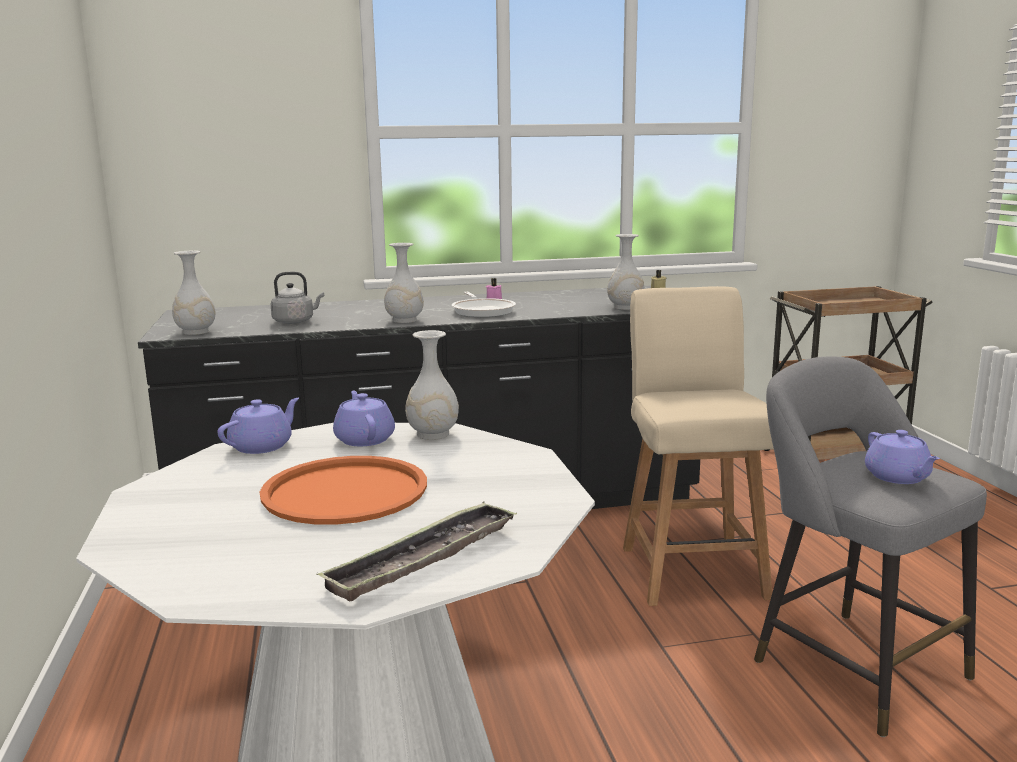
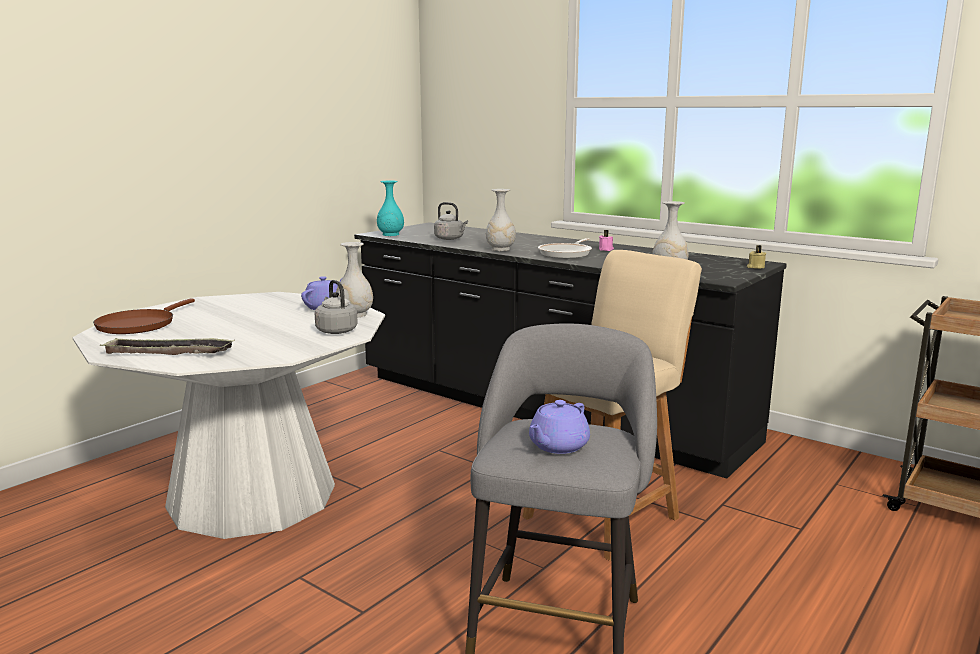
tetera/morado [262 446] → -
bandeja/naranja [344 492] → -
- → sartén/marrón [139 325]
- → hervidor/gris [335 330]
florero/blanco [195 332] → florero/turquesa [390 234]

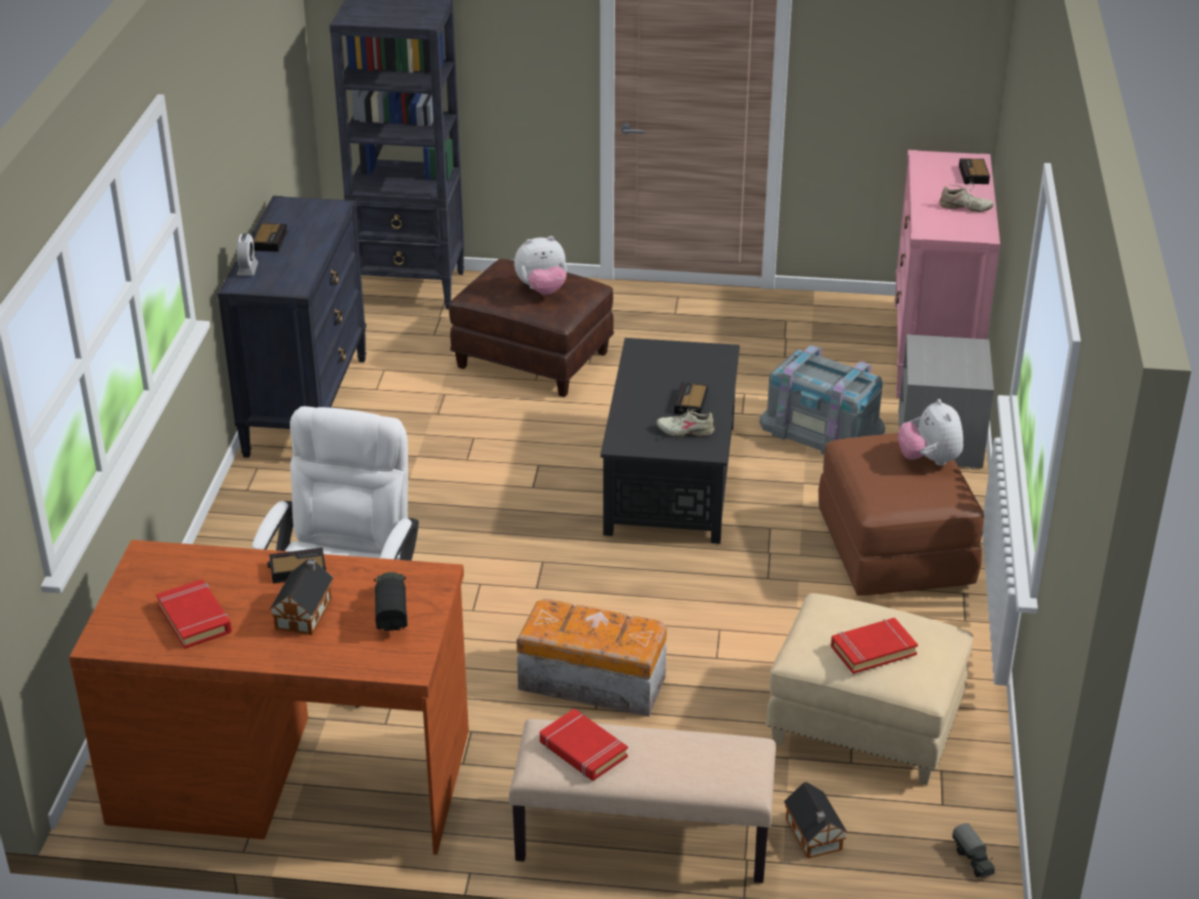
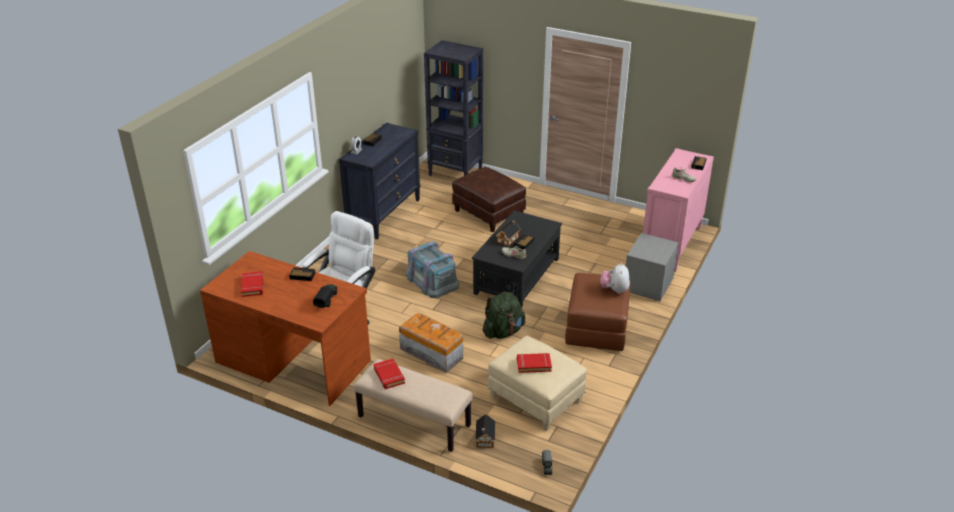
peluche [542 290] → -
- → mochila/verde [503 332]
casita [305 612] → casita [508 239], move
caja de almacenaje/gris [821 428] → caja de almacenaje/gris [431 280], move

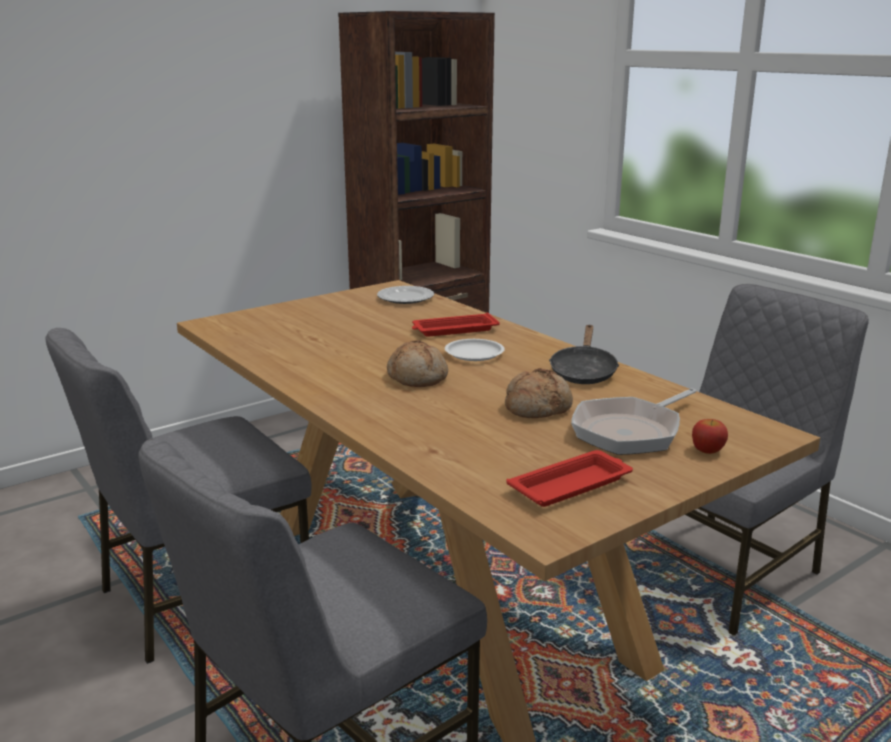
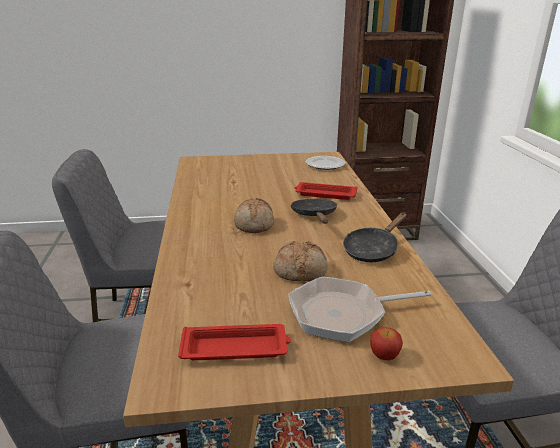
plato/blanco [475 354] → sartén/negro [315 215]

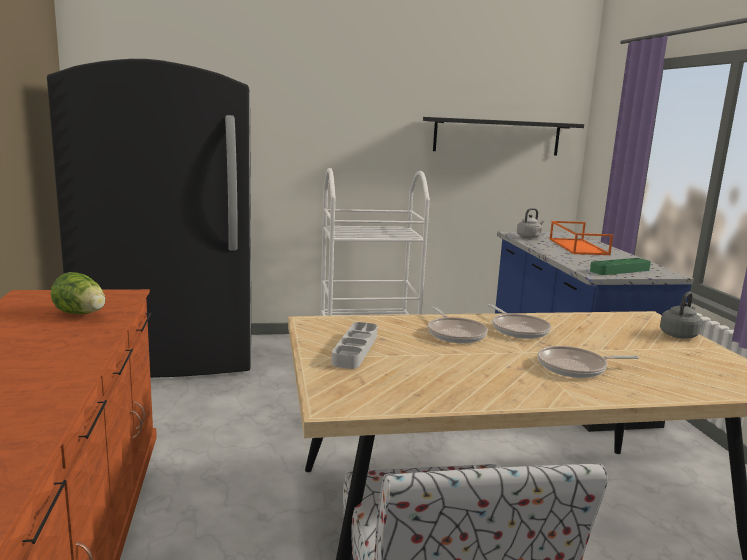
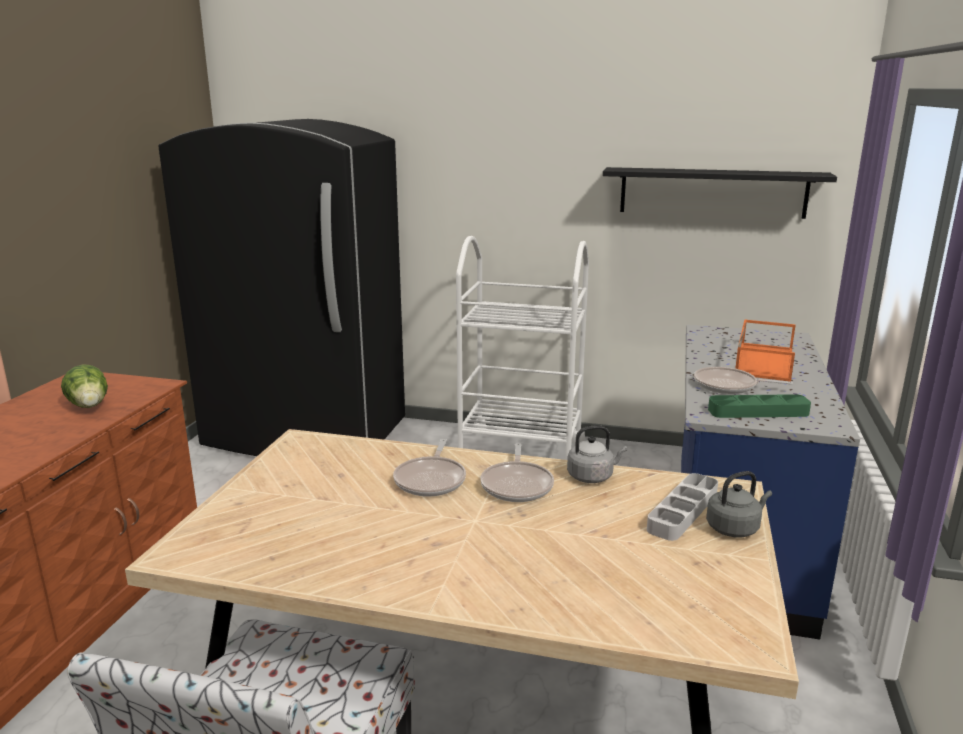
bandeja/gris [355 349] → bandeja/gris [683 511], move
hervidor/gris [529 237] → hervidor/gris [592 476], move
sartén [575 367] → sartén [729 386], move

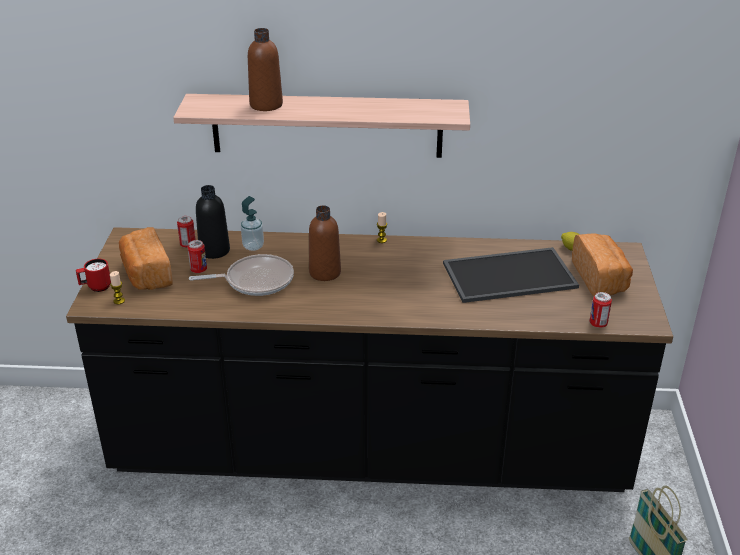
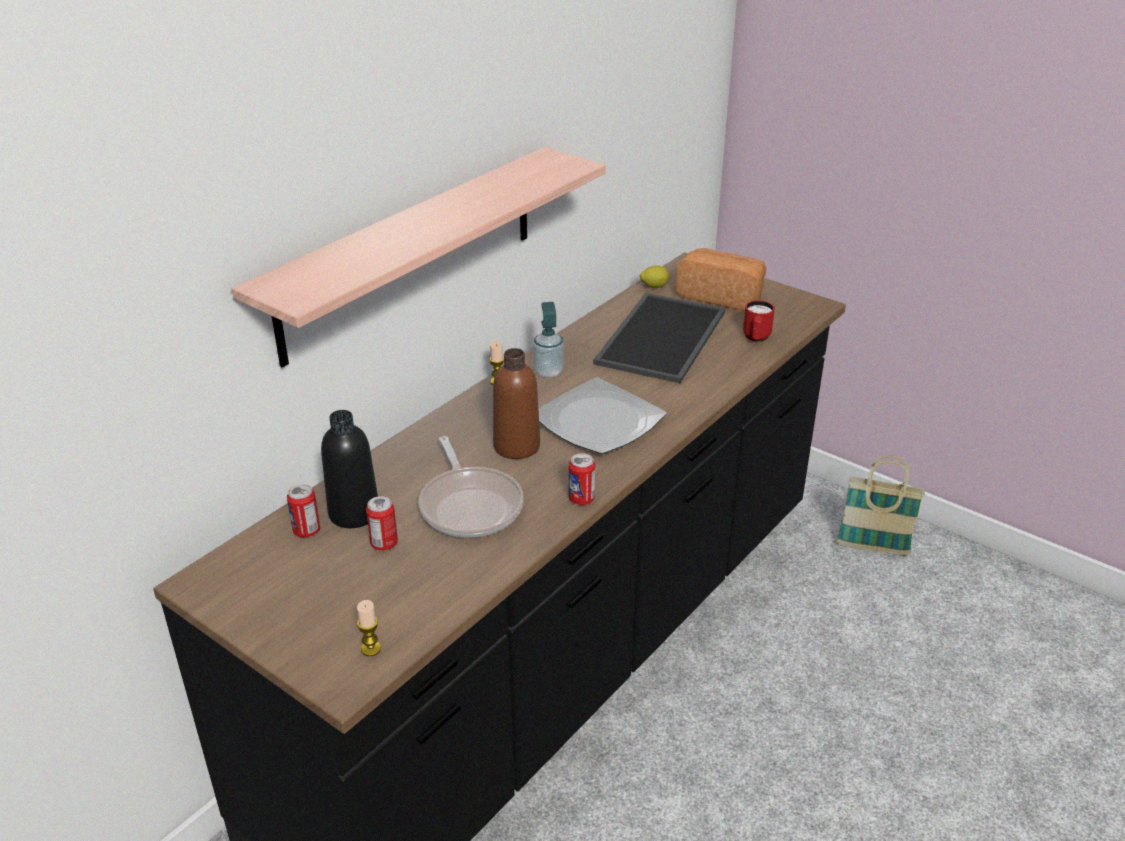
pan [146 275] → -
botella/marrón [266 105] → -
- → plato [600 421]
taza grande/rojo [96 287] → taza grande/rojo [756 338], move
dispensador de jabón [253 246] → dispensador de jabón [548 372], move
lata [598 324] → lata [581 499], move
sartén [255 281] → sartén [470 505], 135 degrees clockwise

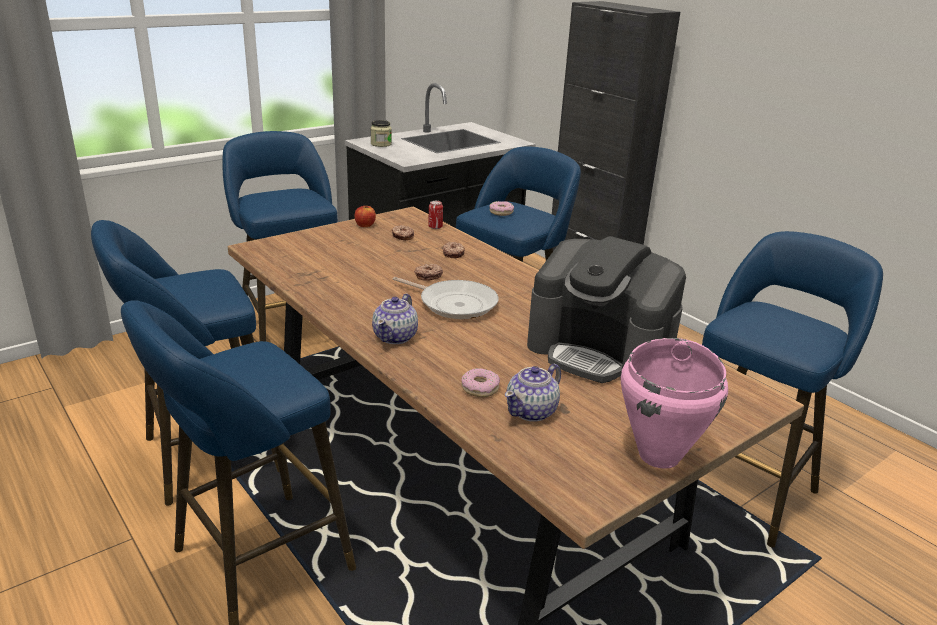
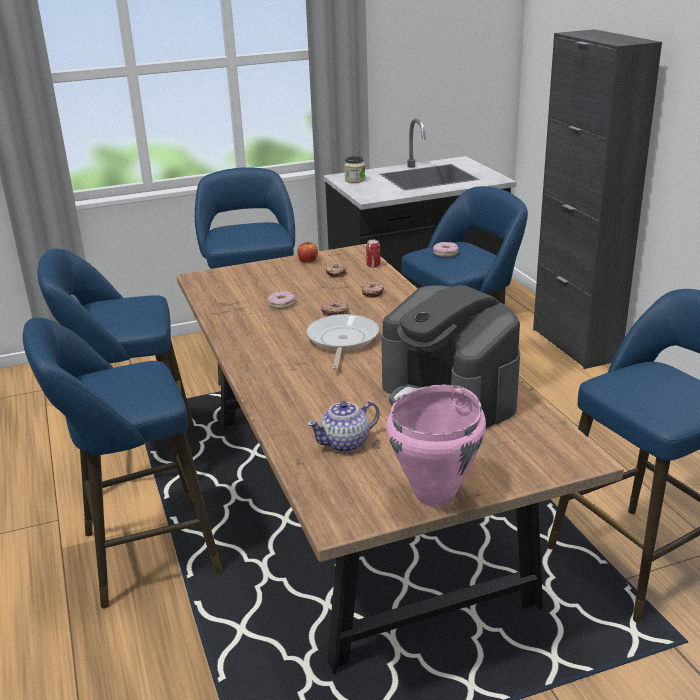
tetera [396 337] → -
rosquilla [480 388] → rosquilla [282 304], move
sartén [454 303] → sartén [342 341], 135 degrees counterclockwise

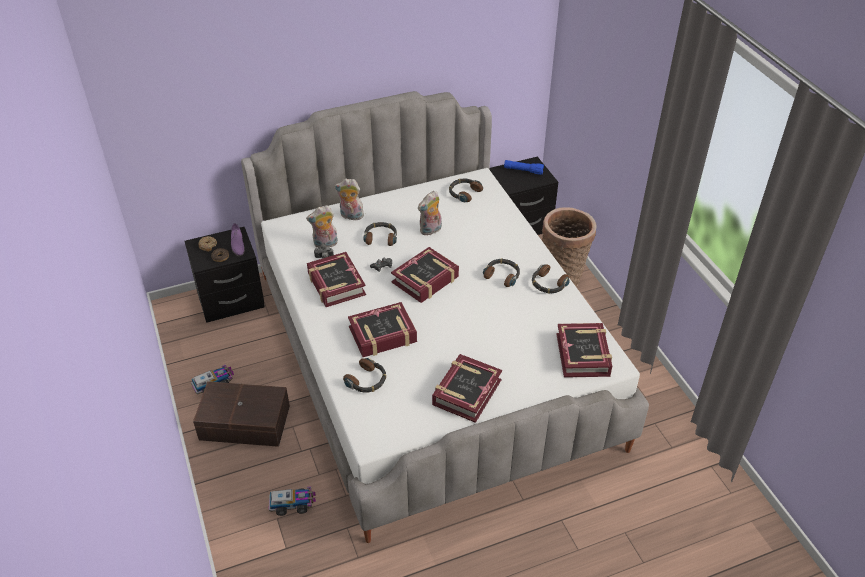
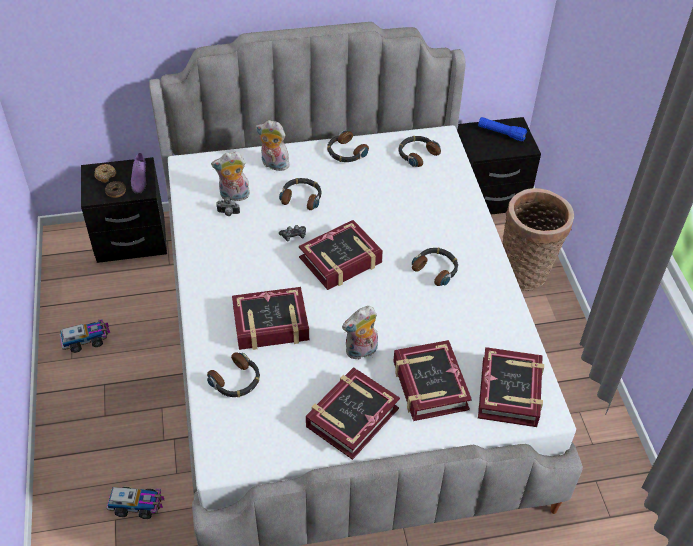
caja de almacenaje/marrón [245 424] → -
libro [336 284] → libro [429 385], move
peluche [430 230] → peluche [361 352], move
auriculares [548 284] → auriculares [345 152], move

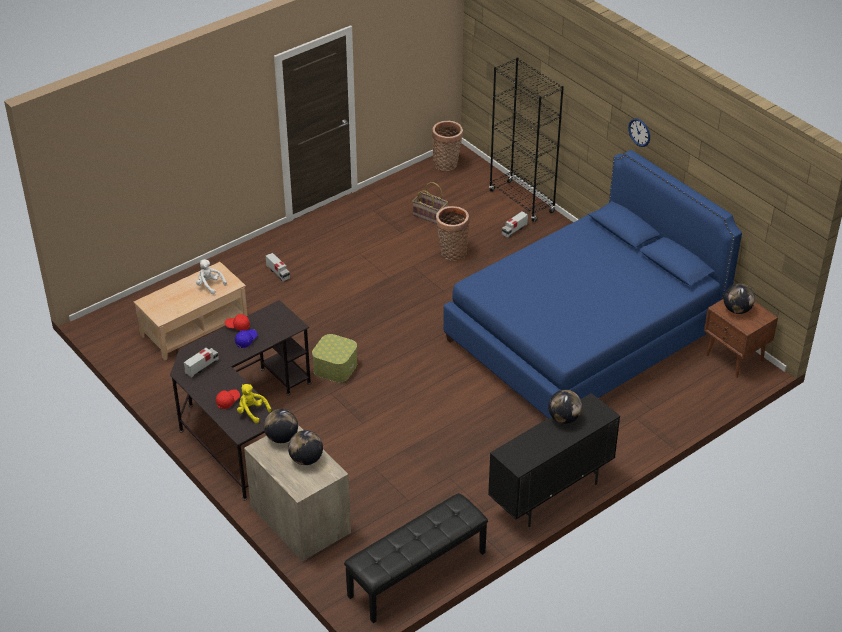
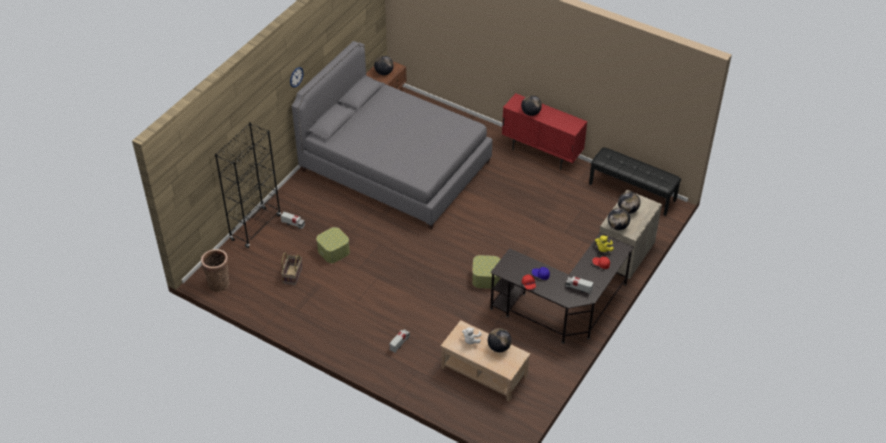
- → globo terráqueo [499 347]
cesta [451 252] → caja de almacenaje [333 251]
cama/azul [584 335] → cama/gris [395 166]
armario/negro [550 495] → armario/rojo [541 153]

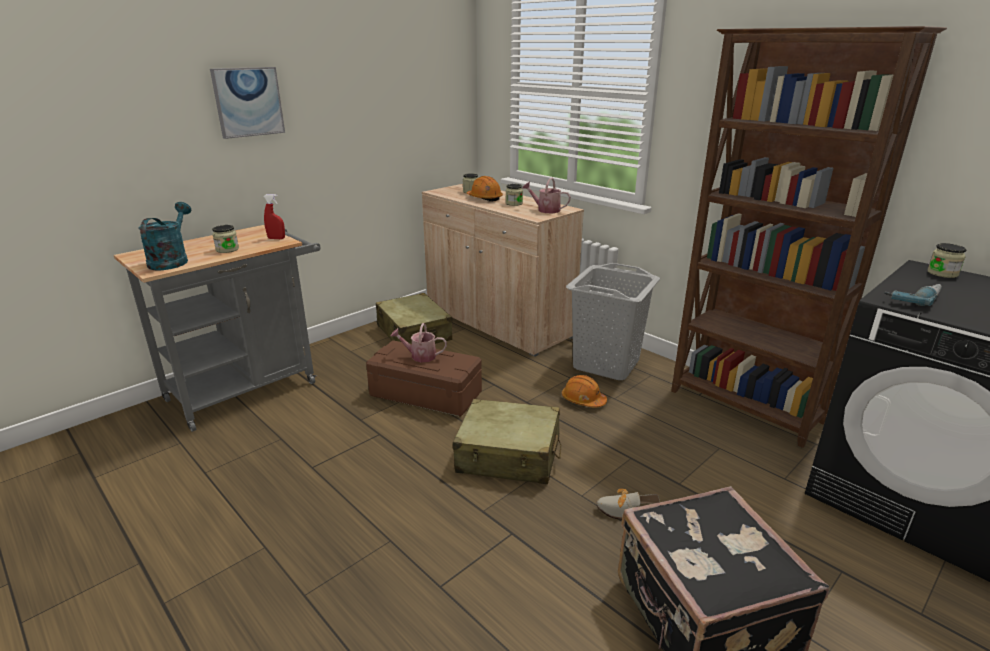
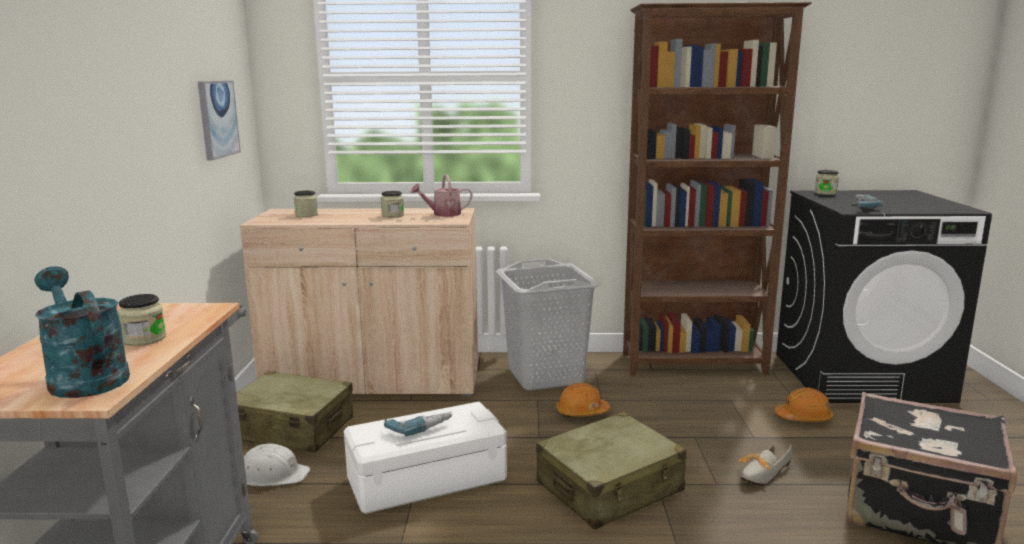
pulverizador/rojo [276 238] → -
- → casco/blanco [272 475]
cuadro [248 102] → cuadro [217 119], move
casco/naranja [484 198] → casco/naranja [804 418], move
regadera [420 356] → taladro [418 426]
caja de almacenaje/marrón [426 393] → caja de almacenaje/blanco [427 479]

